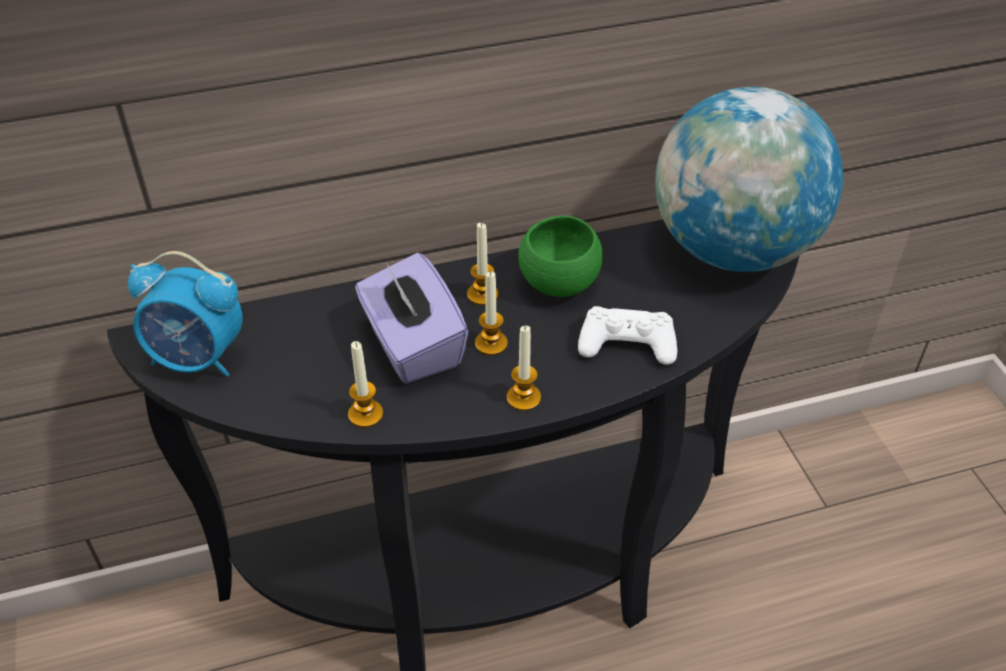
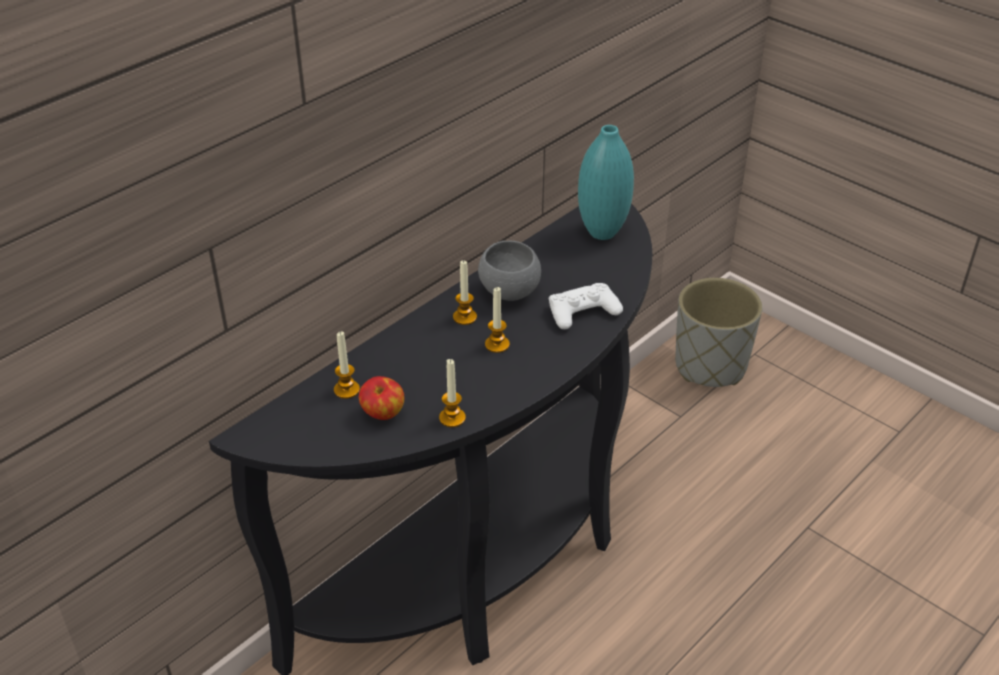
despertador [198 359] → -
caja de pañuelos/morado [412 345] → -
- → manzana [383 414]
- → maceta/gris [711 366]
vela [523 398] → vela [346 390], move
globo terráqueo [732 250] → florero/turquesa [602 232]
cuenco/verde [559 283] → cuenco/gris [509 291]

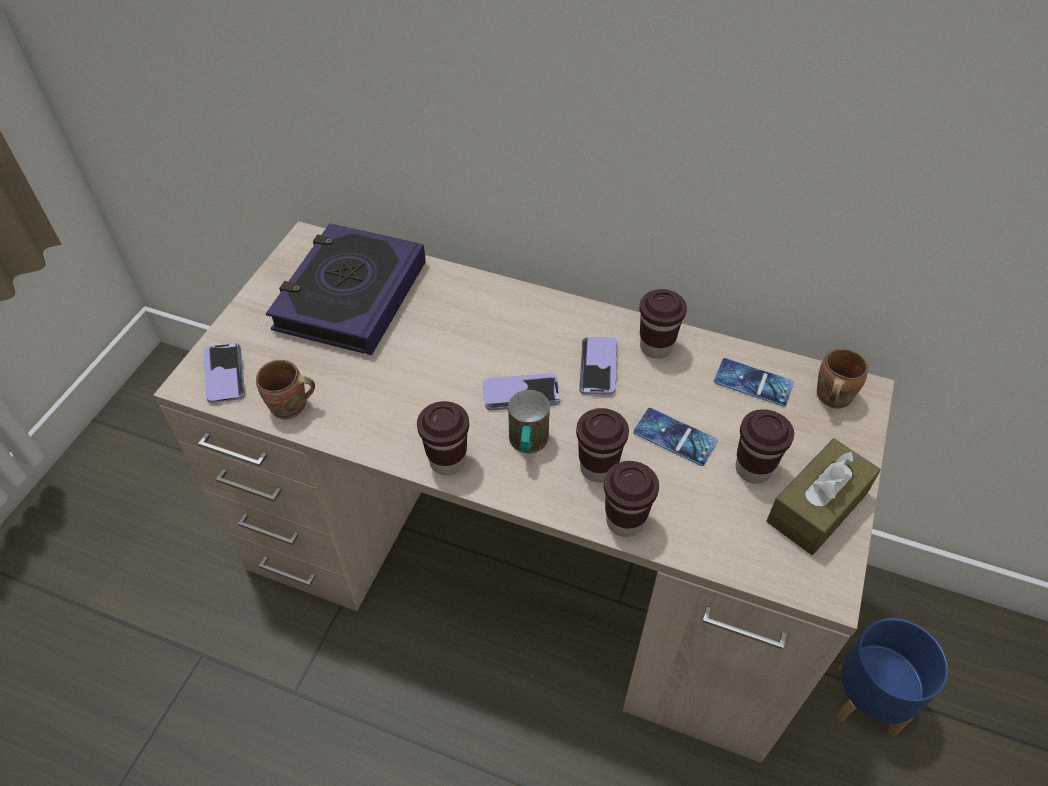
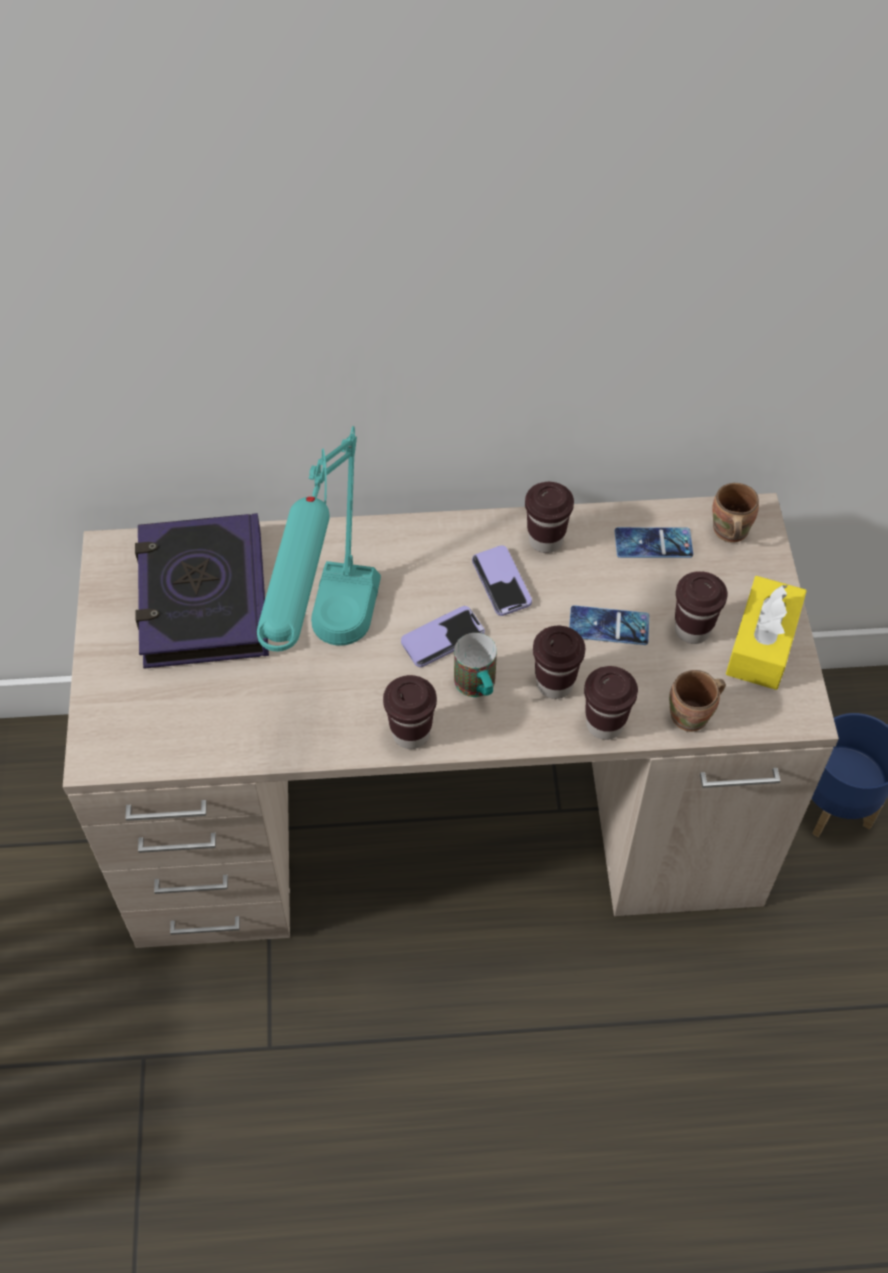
móvil [225 374] → -
- → lámpara de mesa/turquesa [332 657]
taza grande/marrón [291 408] → taza grande/marrón [692 717], move
caja de pañuelos/marrón [817 507] → caja de pañuelos/amarillo [762 644]

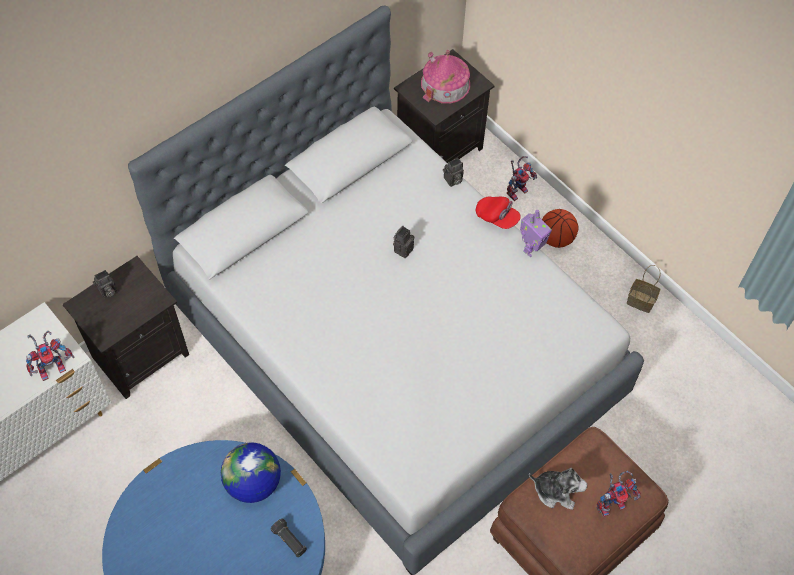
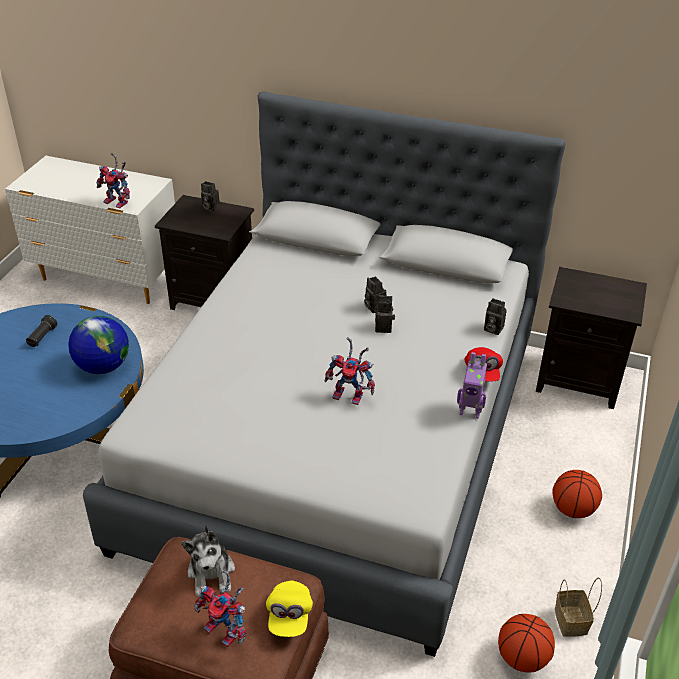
casita [445 84] → -
- → gorra/amarillo [289 616]
- → cámara [373 307]
- → balón de baloncesto [522 657]
linterna/negro [290 541] → linterna/negro [42 337], move
robot de juguete [517 190] → robot de juguete [351 395], move

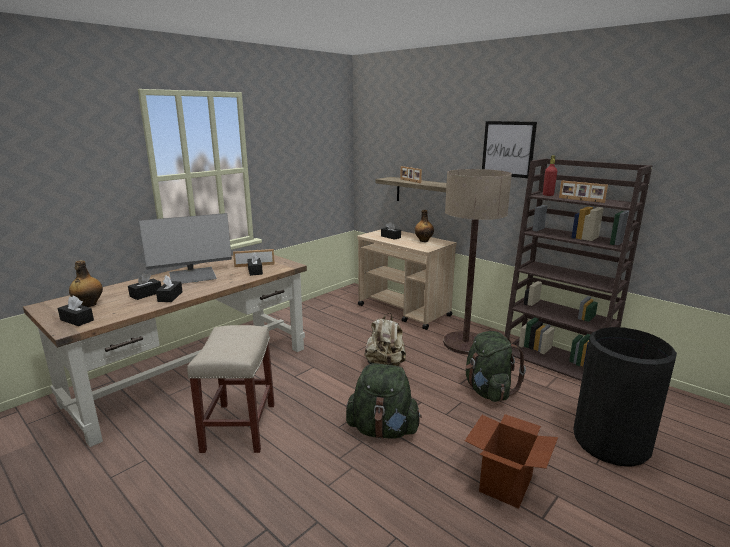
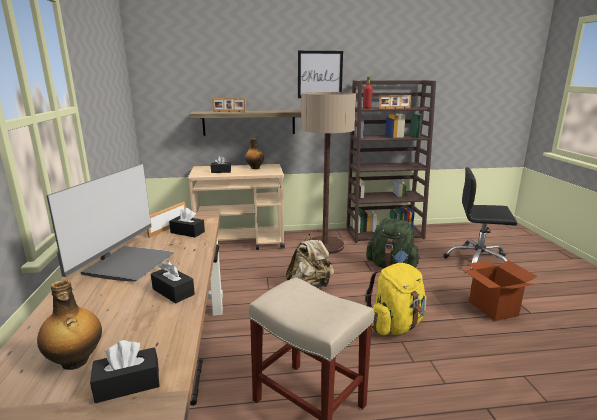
caja de pañuelos/negro [146 294] → -
papelera/negro [611 442] → silla de oficina/negro [478 261]
mochila/verde [383 430] → mochila/amarillo [395 325]

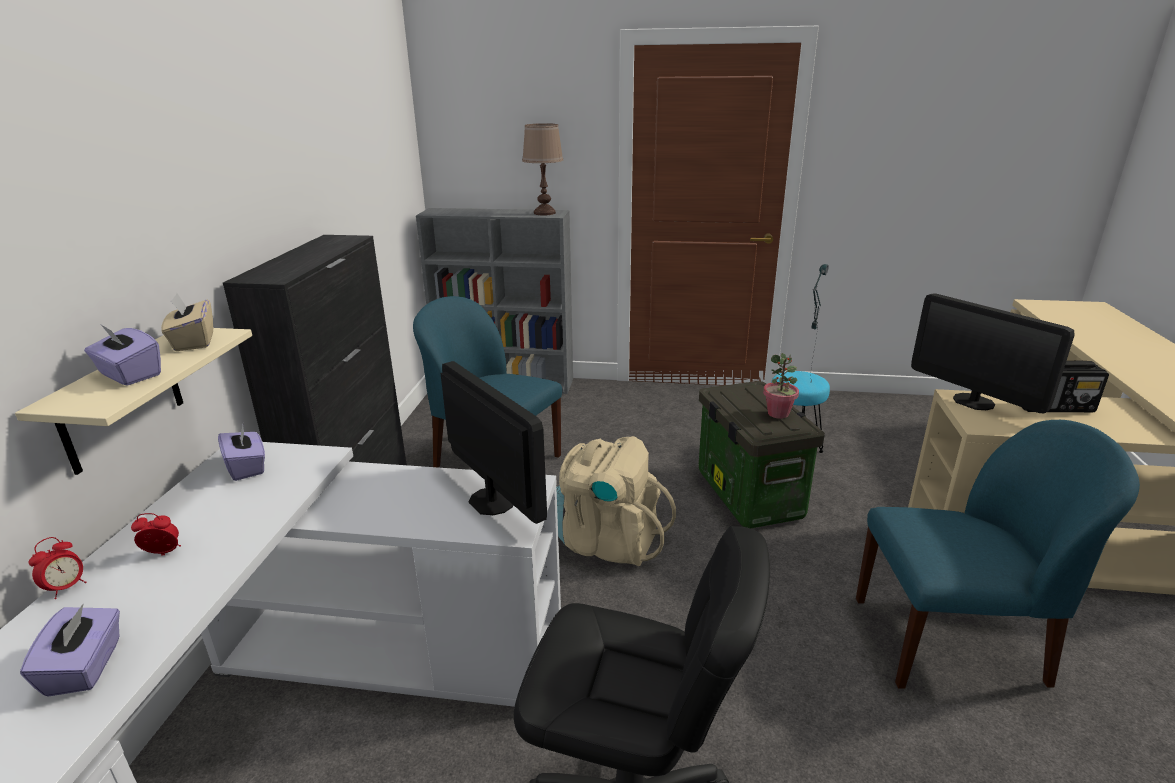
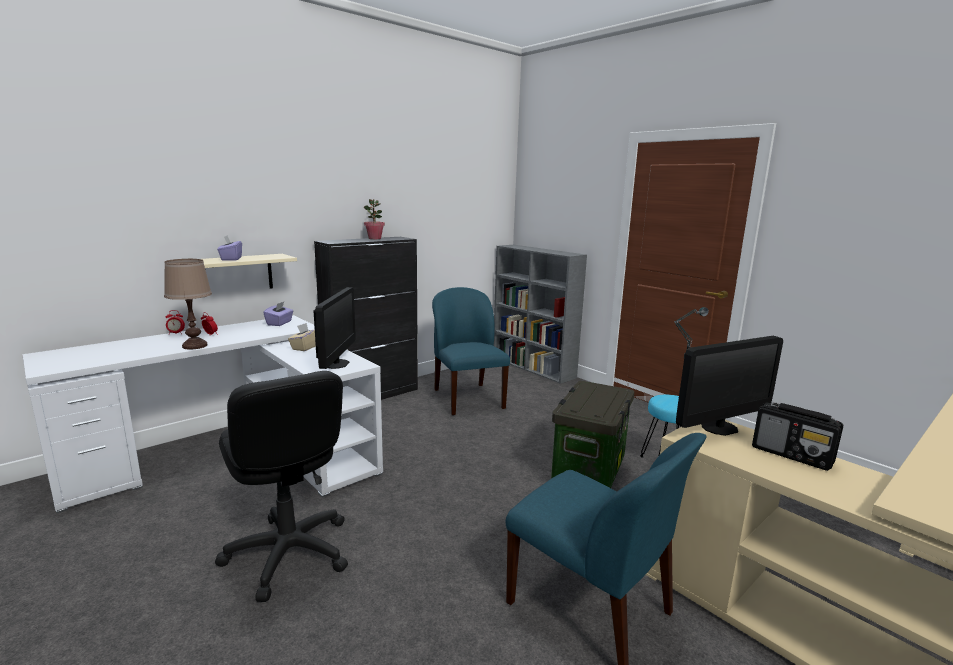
caja de pañuelos/morado [86 667] → -
mochila/beis [608 541] → -
caja de pañuelos/beis [193 341] → caja de pañuelos/beis [305 347], move
lámpara de mesa/marrón [544 213] → lámpara de mesa/marrón [195 346], move
planta en maceta [778 414] → planta en maceta [374 238], move
monitor [973 401] → monitor [719 427], 120 degrees counterclockwise

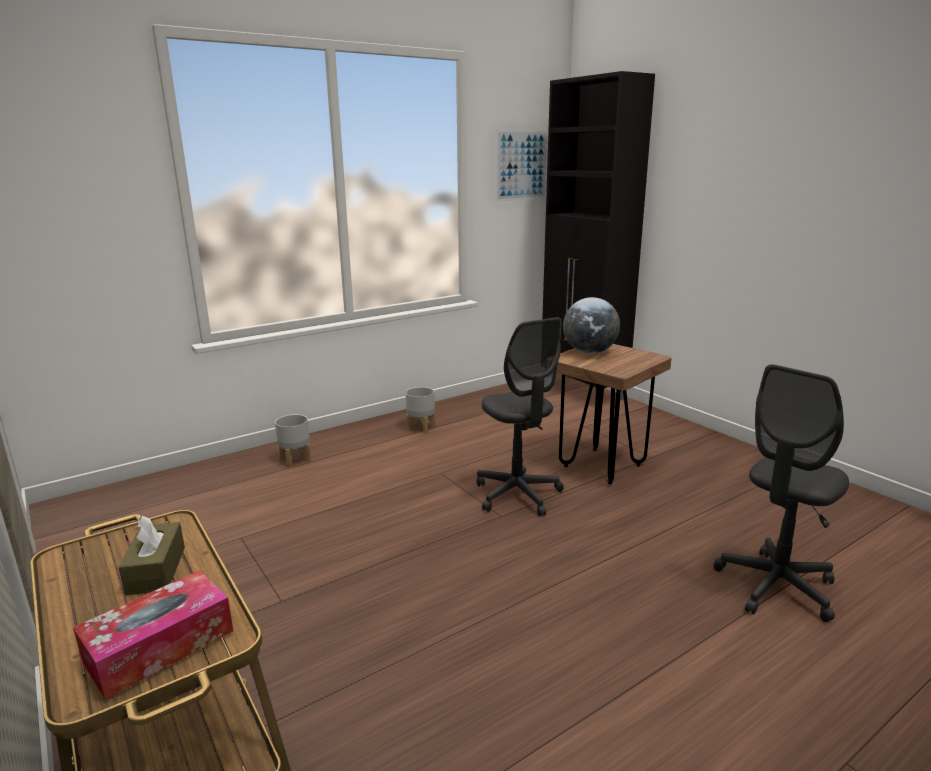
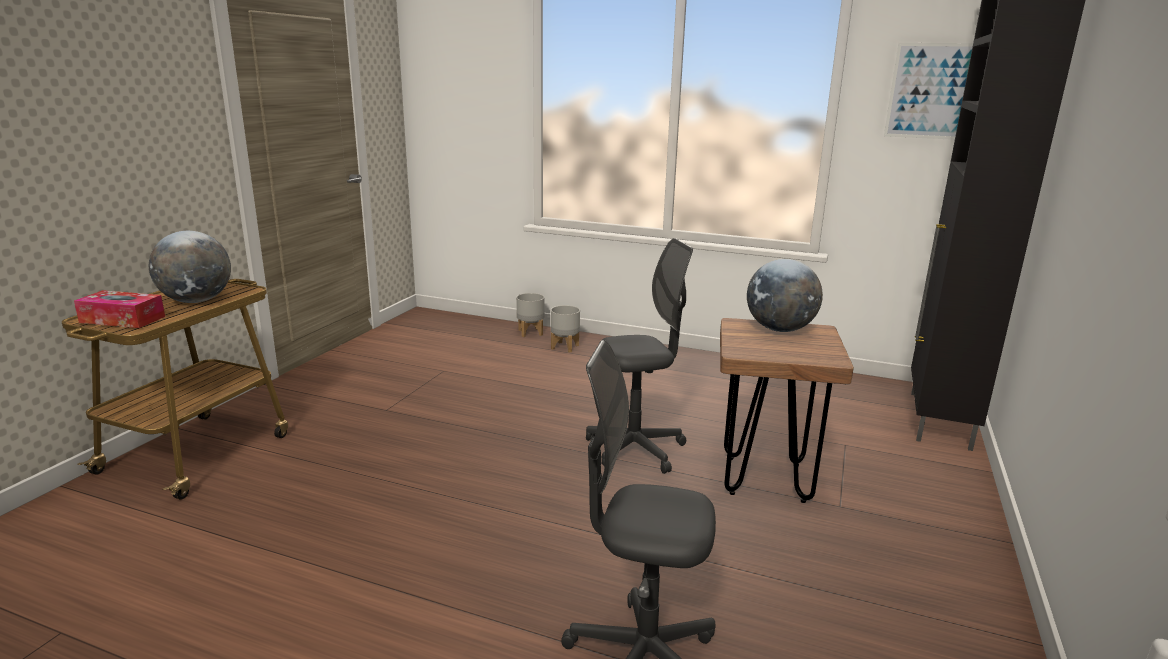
maceta/gris [421 428] → maceta/gris [530 333], move
caja de pañuelos/marrón [156 570] → globo terráqueo [196 301]
silla de oficina/gris [518 495] → silla de oficina/gris [635 450], 135 degrees counterclockwise

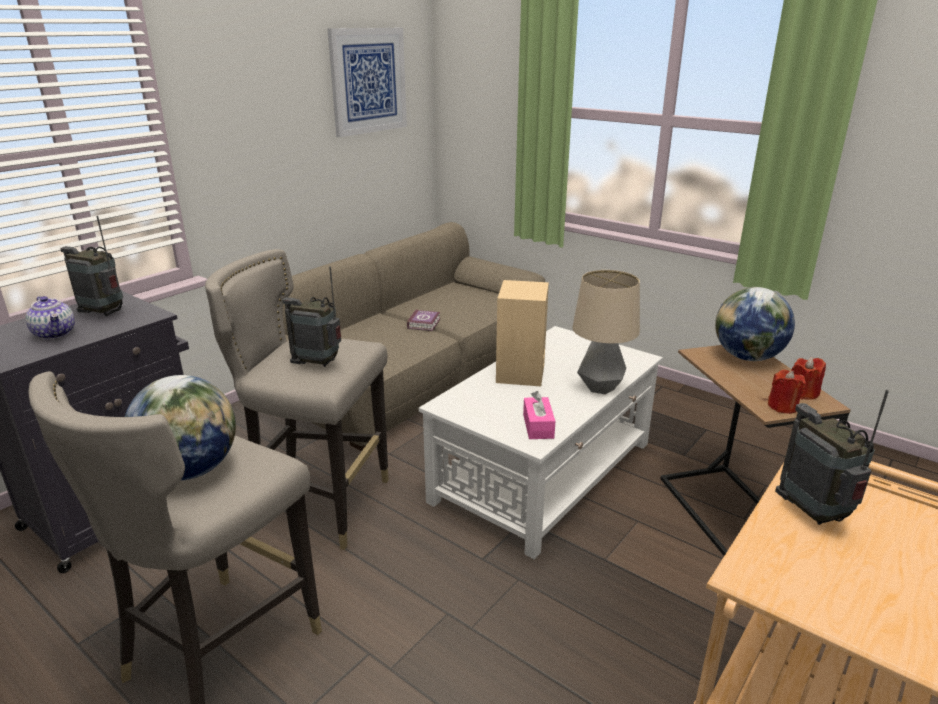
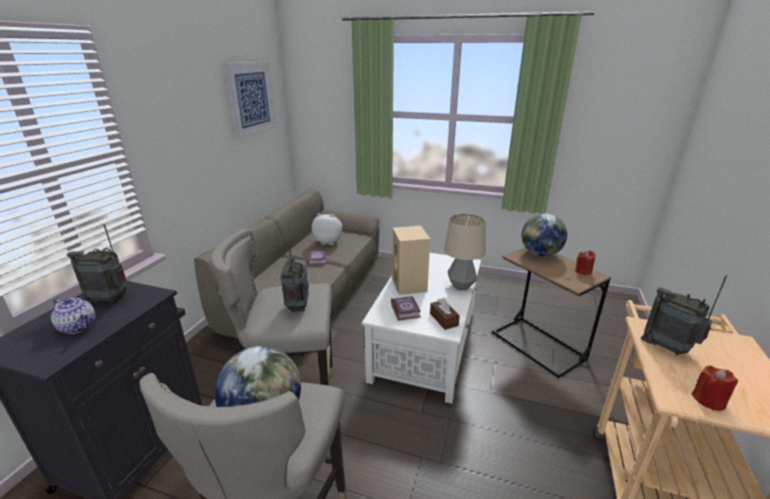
- → peluche [329 242]
- → libro [405 310]
vela/rojo [782 407] → vela/rojo [708 400], move
caja de pañuelos/rosa [538 426] → caja de pañuelos/marrón [444 319]
radio [318 363] → radio [297 307], 90 degrees clockwise

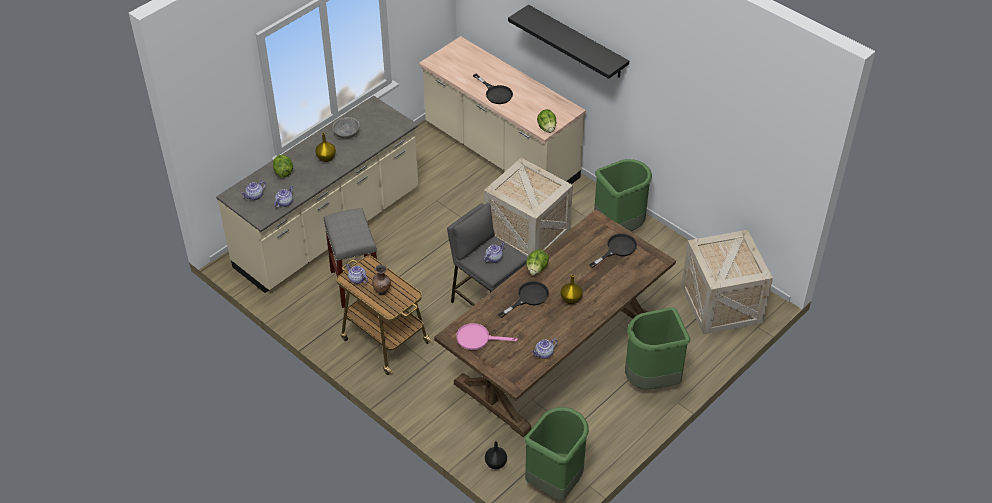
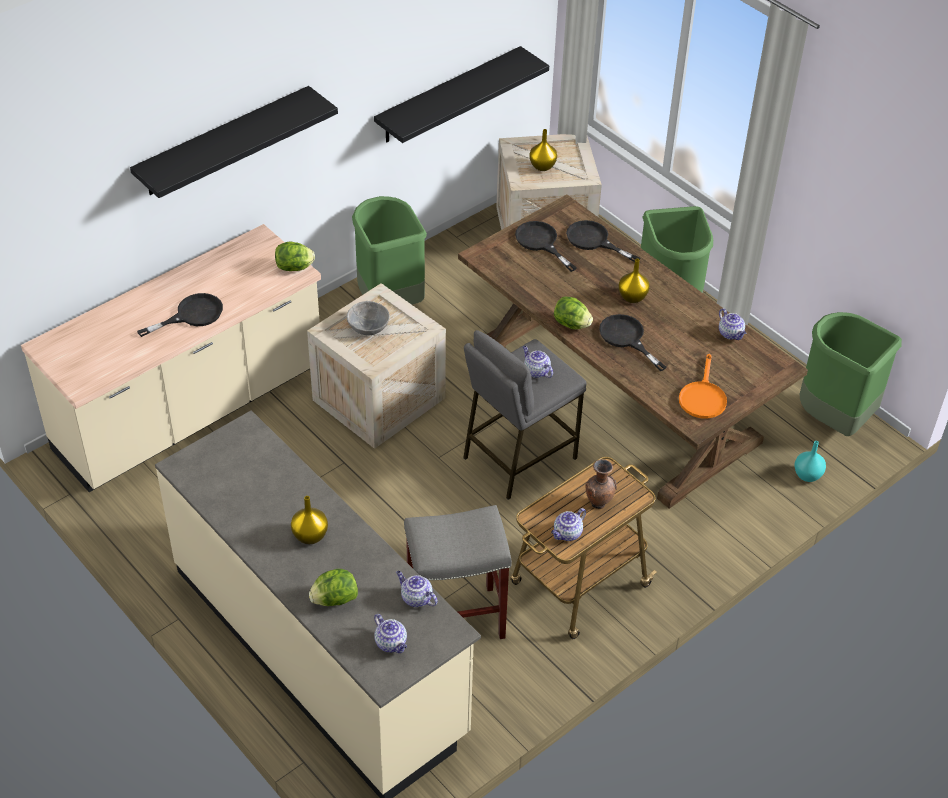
- → estante/negro [449 95]
- → florero/amarillo [543 166]
- → sartén/negro [594 241]
cuenco/gris [347 133] → cuenco/gris [368 326], move
sartén/rosa [478 338] → sartén/naranja [702 397]
florero/negro [495 464] → florero/turquesa [808 475]

